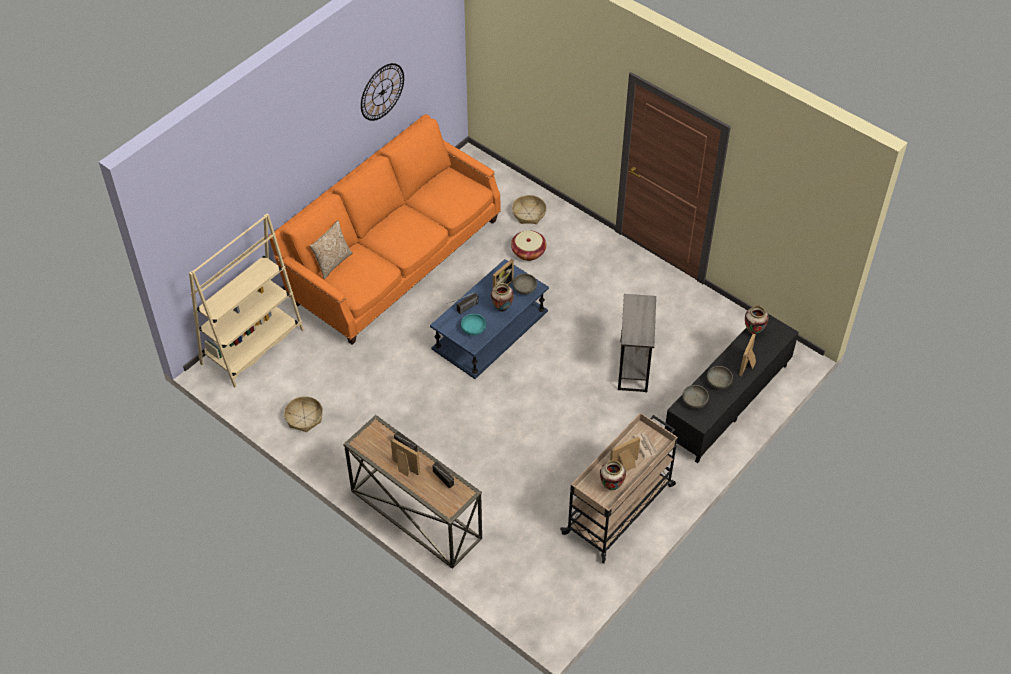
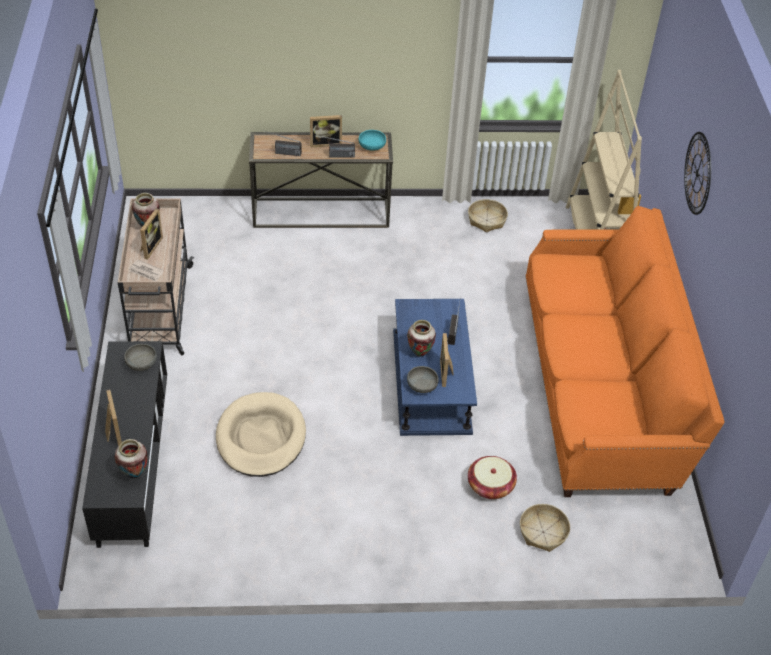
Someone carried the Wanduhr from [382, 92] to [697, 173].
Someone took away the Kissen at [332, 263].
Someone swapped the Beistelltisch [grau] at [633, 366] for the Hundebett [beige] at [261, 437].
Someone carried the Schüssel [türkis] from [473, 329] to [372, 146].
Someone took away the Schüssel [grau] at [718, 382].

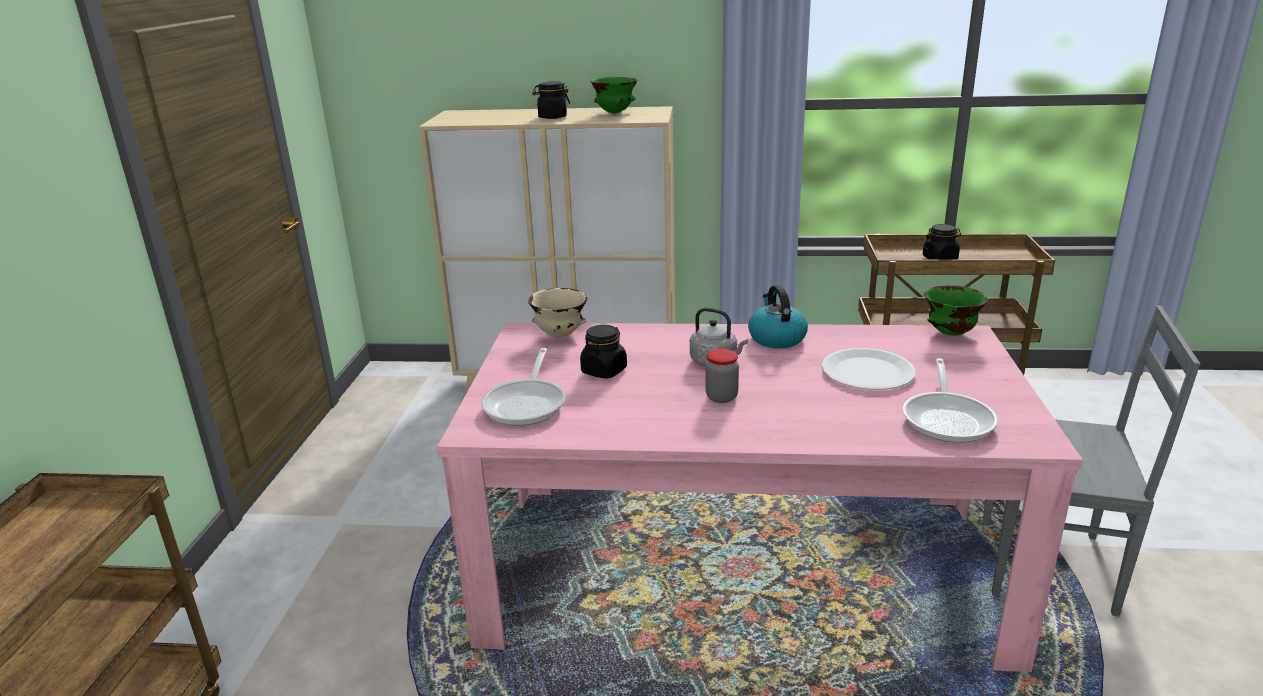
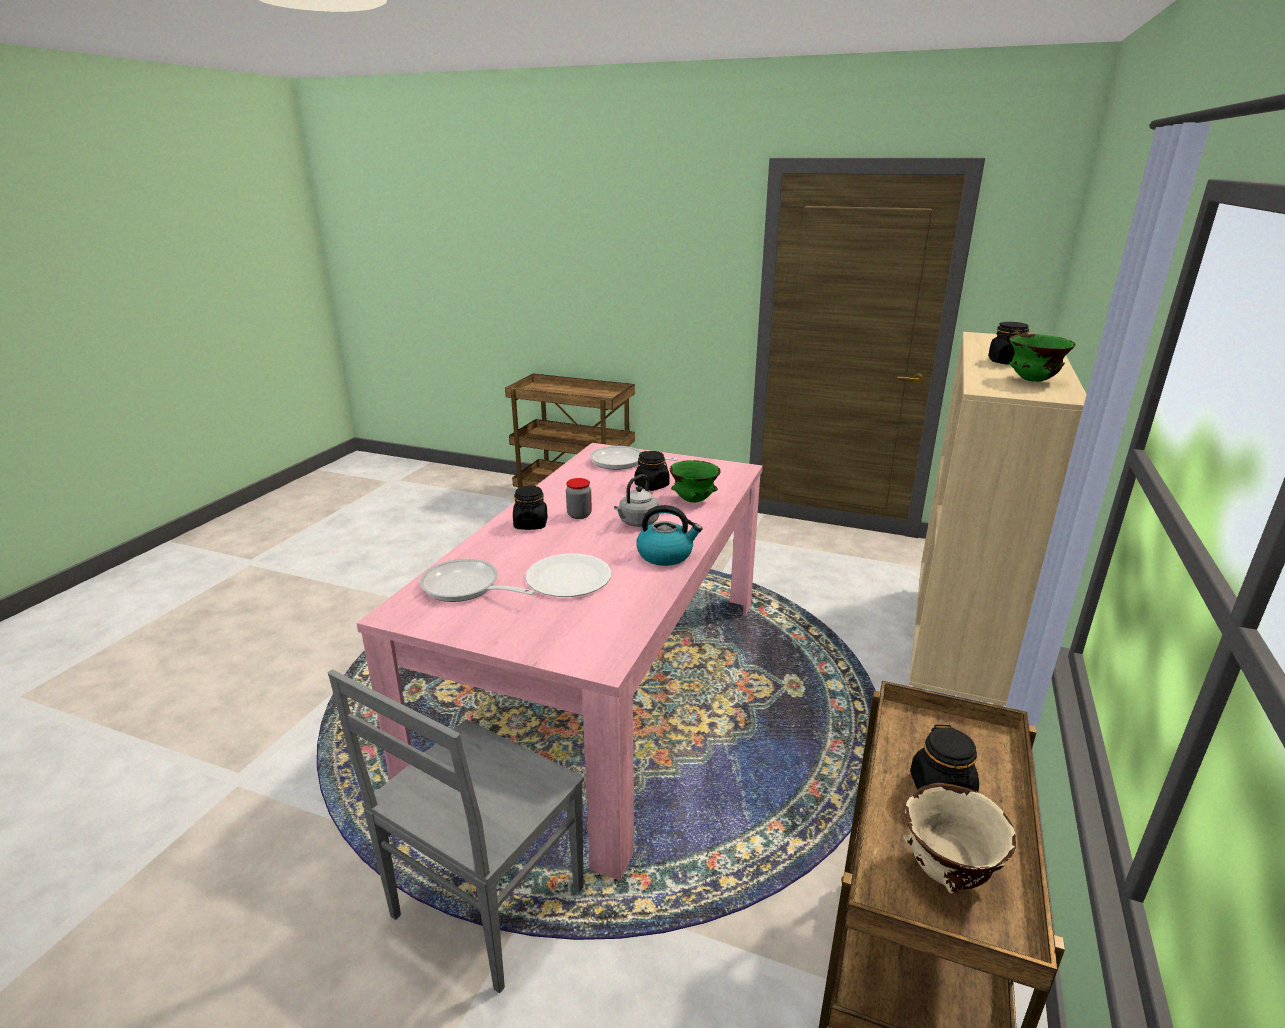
Someone carried the Schüssel [grün] from [950, 333] to [694, 500].
Someone carried the Schüssel [beige] from [561, 335] to [947, 874].
Someone put down the Vorratsglas [schwarz] at [530, 524].

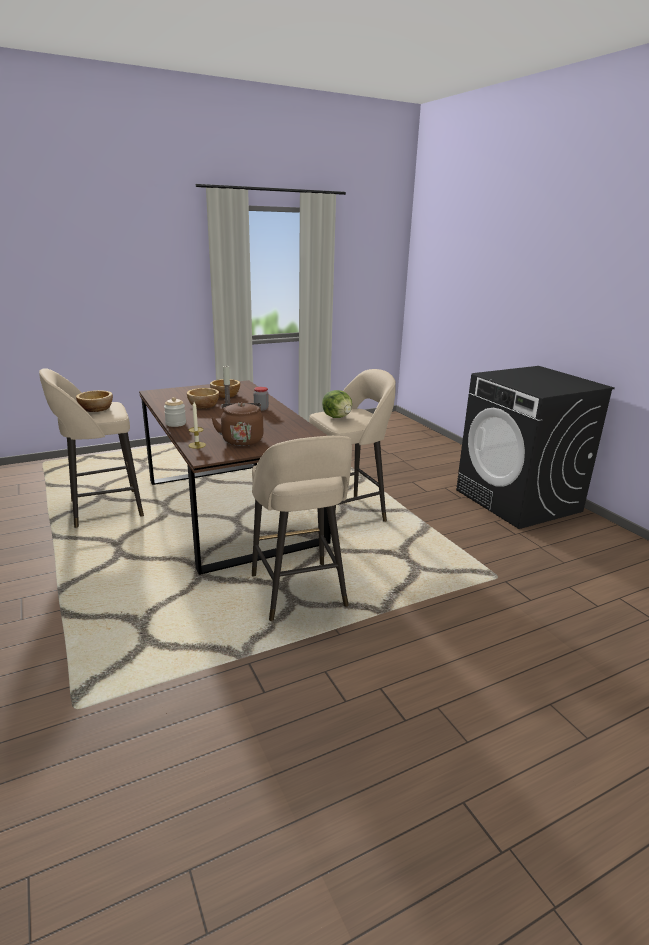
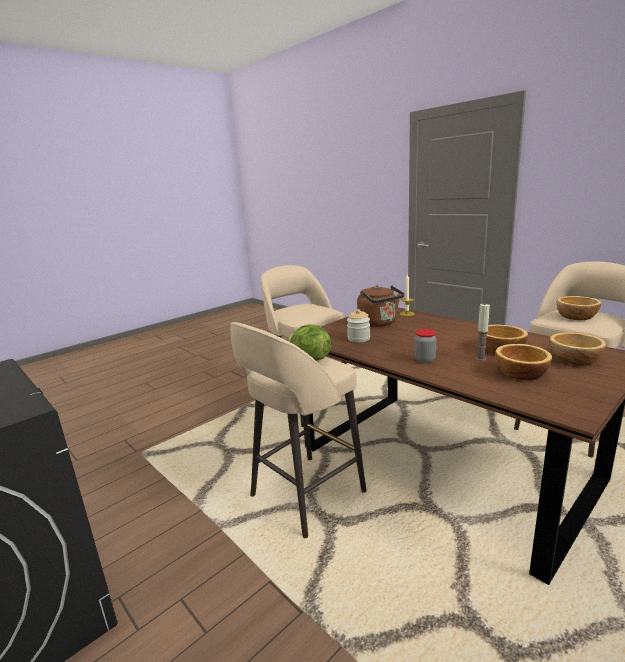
Someone carried the Vorratsglas from [176, 423] to [358, 338].
Someone put down the Schüssel at [575, 360].

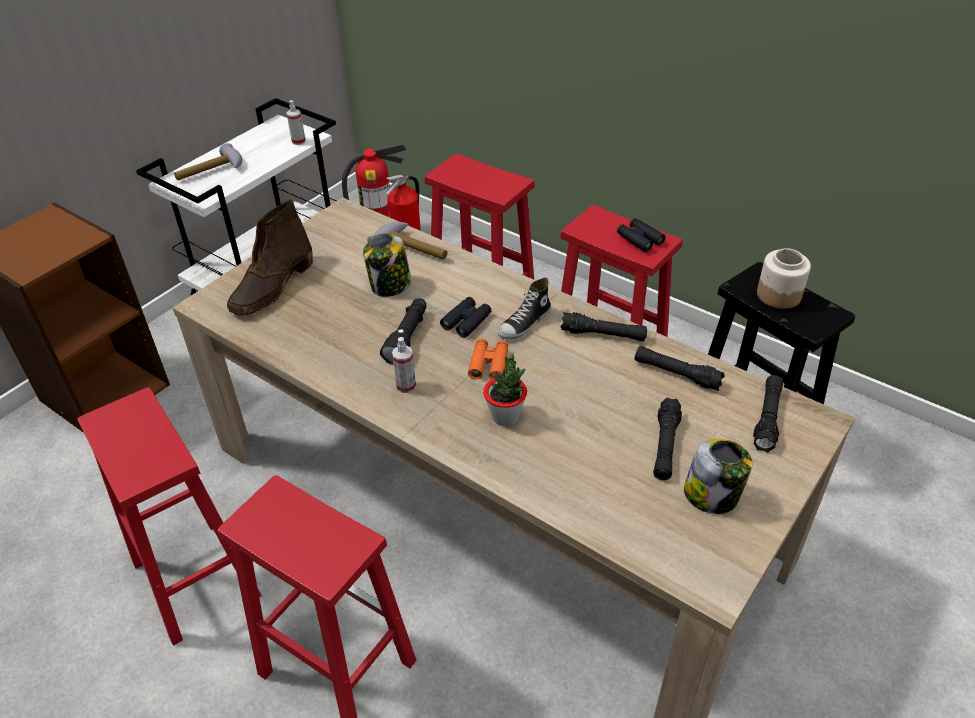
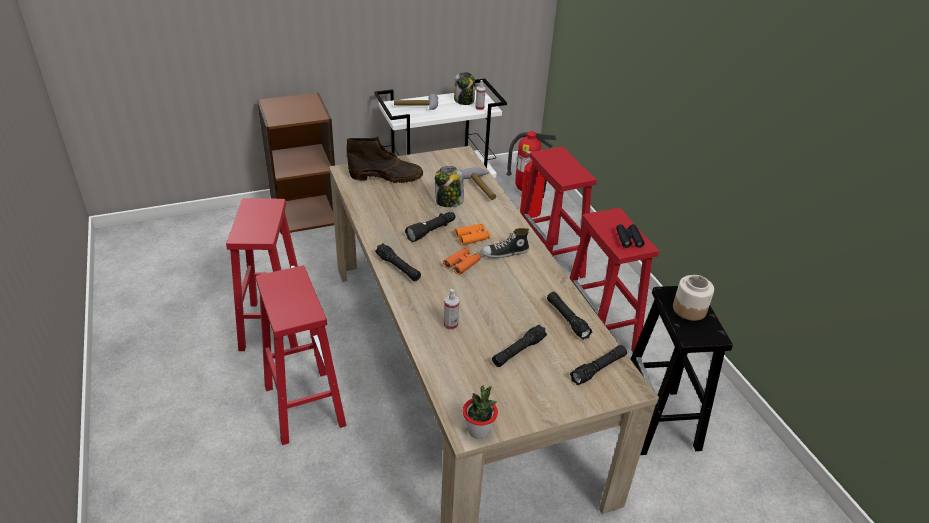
Someone rotated the Stiefel [braun] at [272, 287] by 150 degrees counterclockwise.
Someone repainted the Fernglas [schwarz] at [466, 321], which became the Fernglas [orange] at [472, 237].
Someone carried the Taschenlampe [schwarz] from [603, 334] to [398, 267].
Someone carried the Sprühflasche from [406, 386] to [450, 325].
Someone carried the Topfpflanze from [505, 417] to [478, 430].
Someone carried the Vorratsglas from [712, 495] to [464, 100].

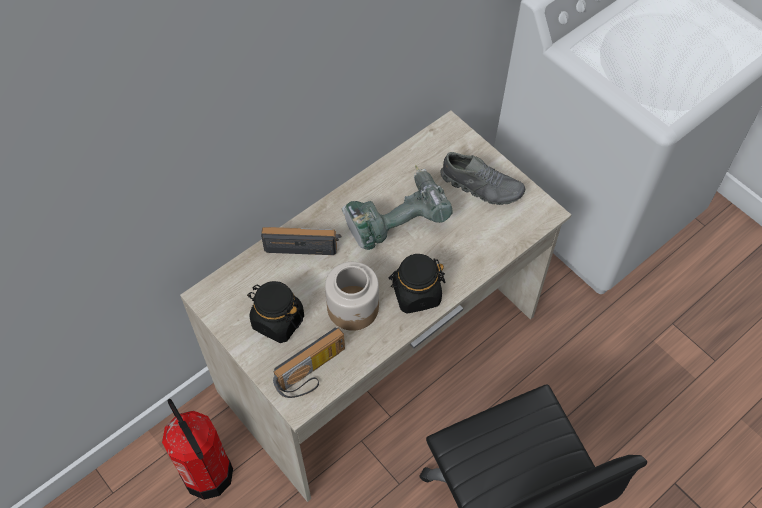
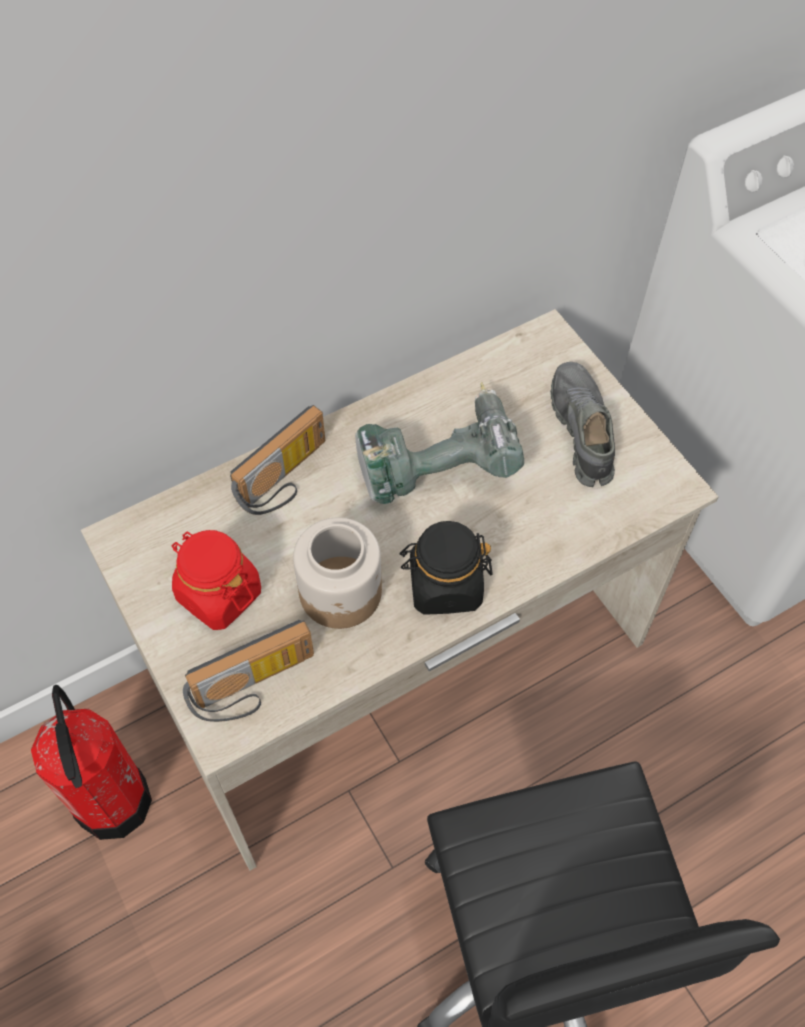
Someone rotated the Schuh [grau] at [481, 186] by 135 degrees counterclockwise.
Someone rotated the Radio at [304, 243] by 120 degrees clockwise.
Someone repainted the Vorratsglas [schwarz] at [277, 321], which became the Vorratsglas [rot] at [218, 594].

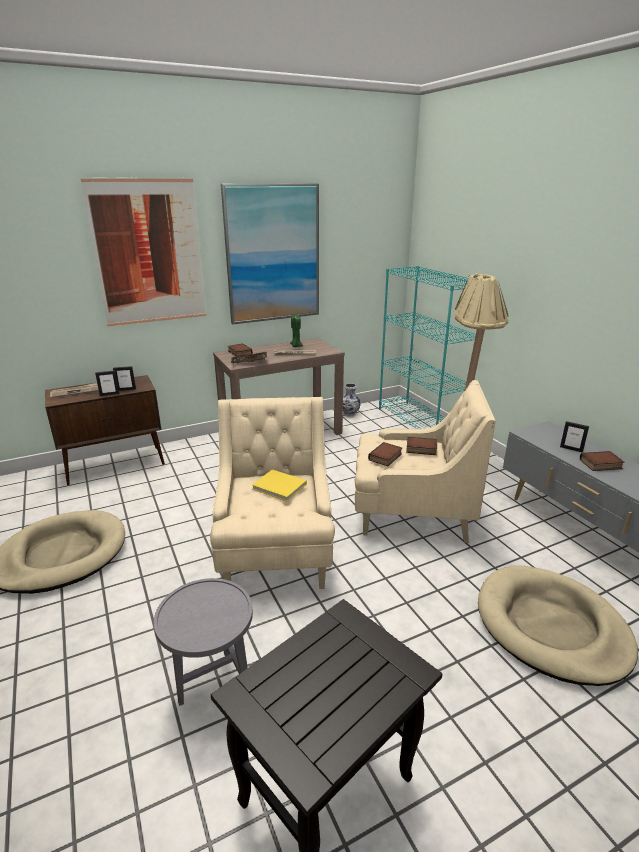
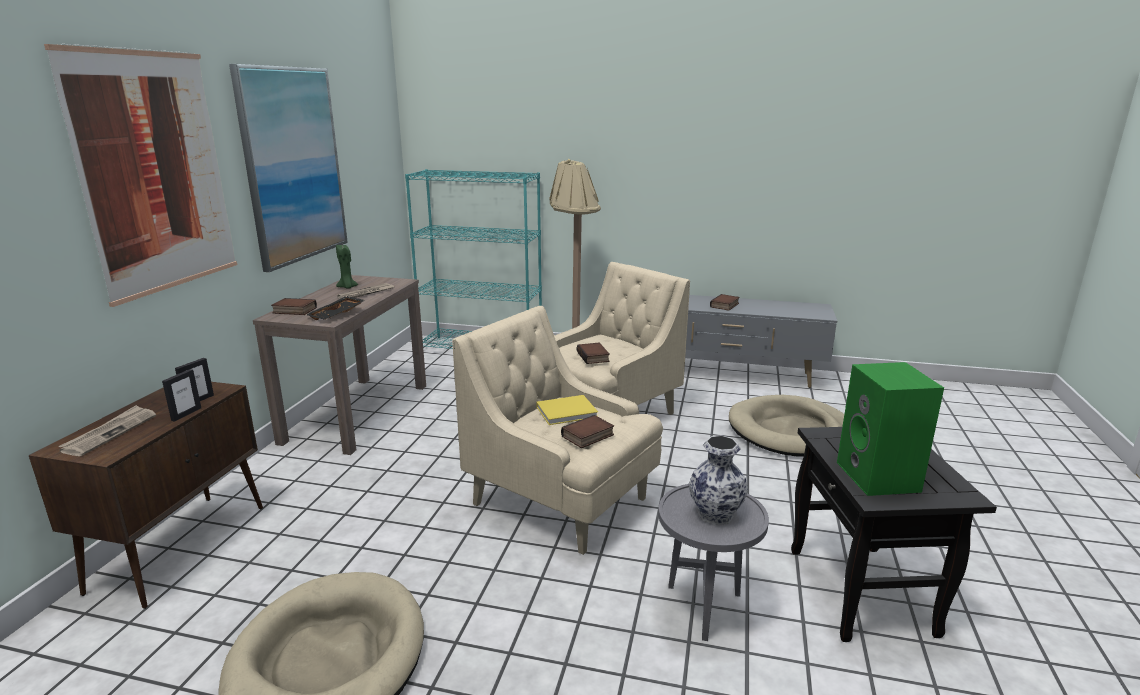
Someone carried the Vase from [349, 413] to [714, 514].
Someone took away the Bilderrahmen at [571, 449].
Someone carried the Buch from [420, 449] to [588, 436].
Someone put down the Lautsprecher [grün] at [880, 478].

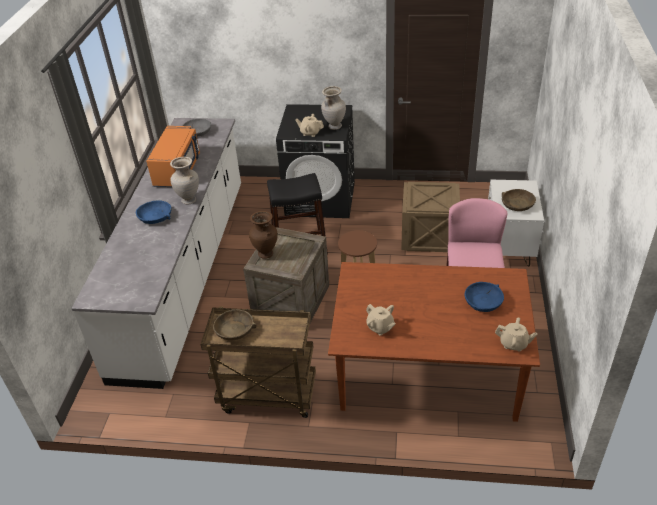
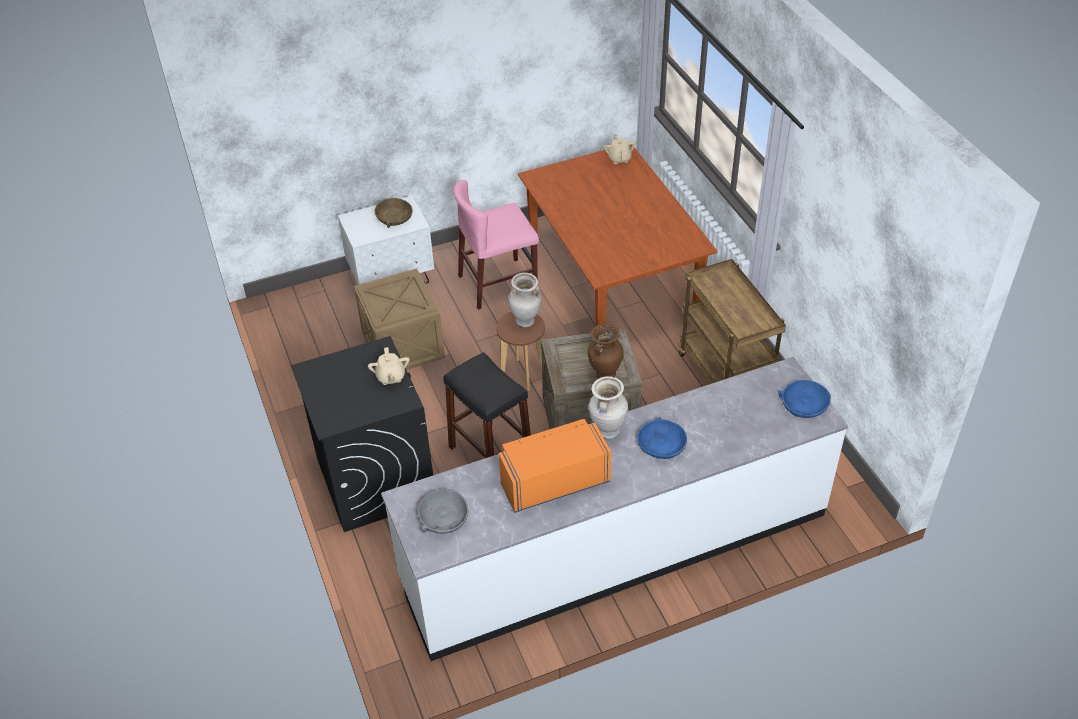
Someone carried the Vase [beige] from [334, 126] to [525, 322].
Someone carried the Schüssel [blau] from [483, 301] to [804, 405].
Someone took away the Teekanne [beige] at [380, 327].
Someone took away the Schüssel [braun] at [235, 330].

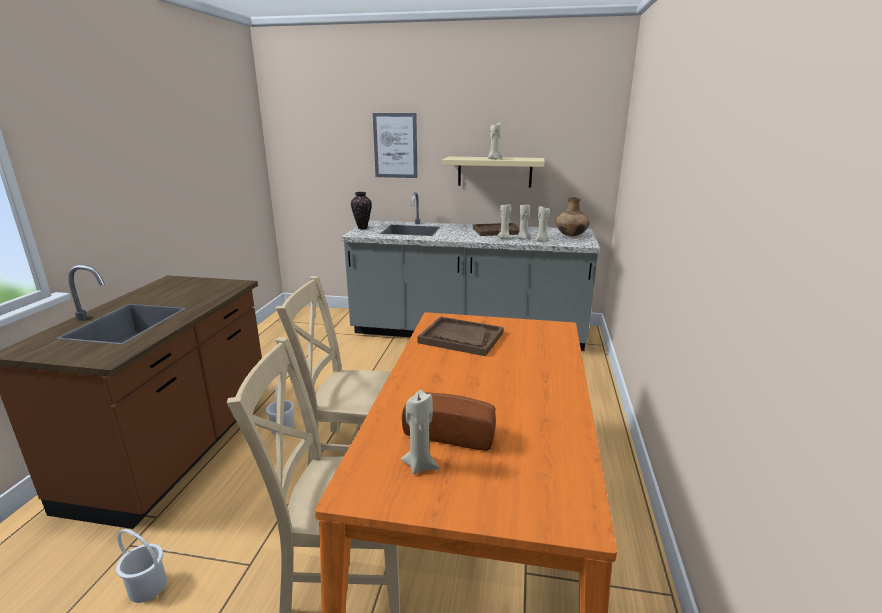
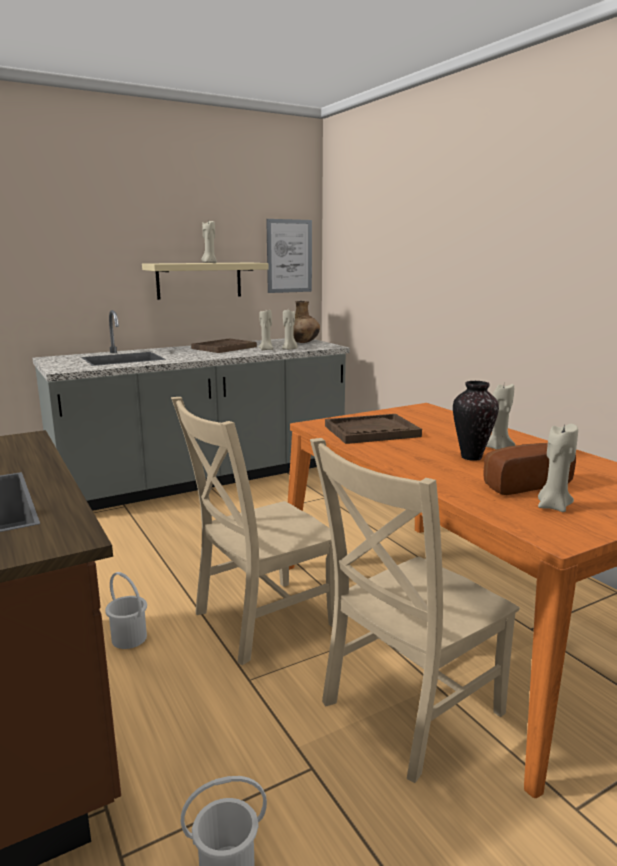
Someone carried the Bild from [395, 145] to [289, 256].
Someone carried the Vase from [363, 228] to [471, 457].
Someone carried the Kerze [beige] from [504, 238] to [497, 448].

